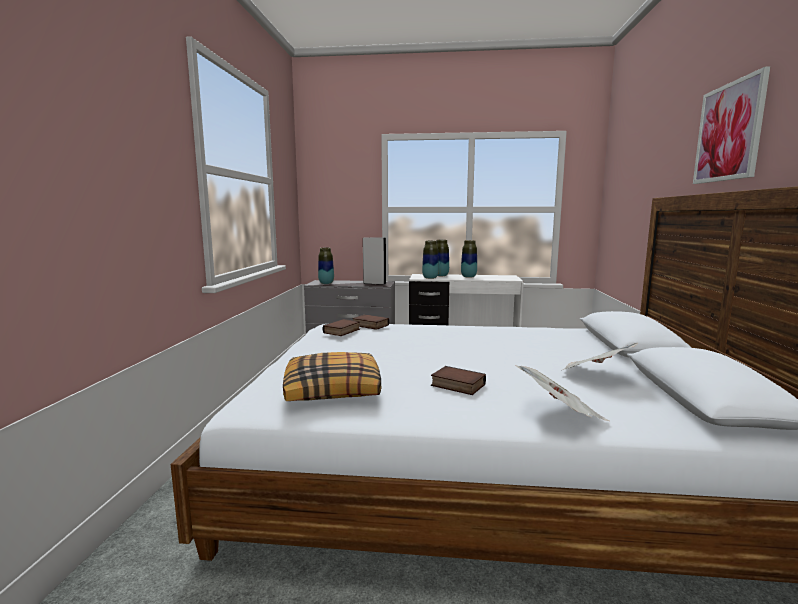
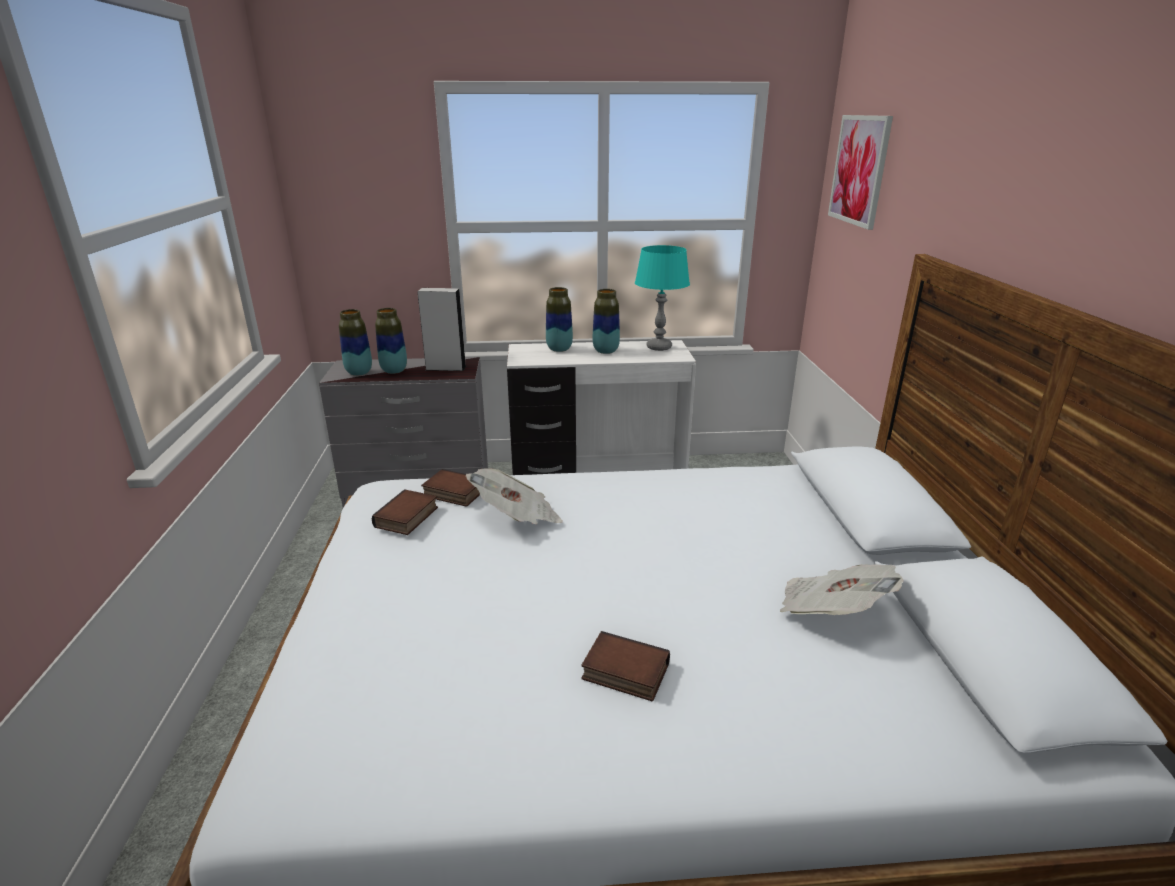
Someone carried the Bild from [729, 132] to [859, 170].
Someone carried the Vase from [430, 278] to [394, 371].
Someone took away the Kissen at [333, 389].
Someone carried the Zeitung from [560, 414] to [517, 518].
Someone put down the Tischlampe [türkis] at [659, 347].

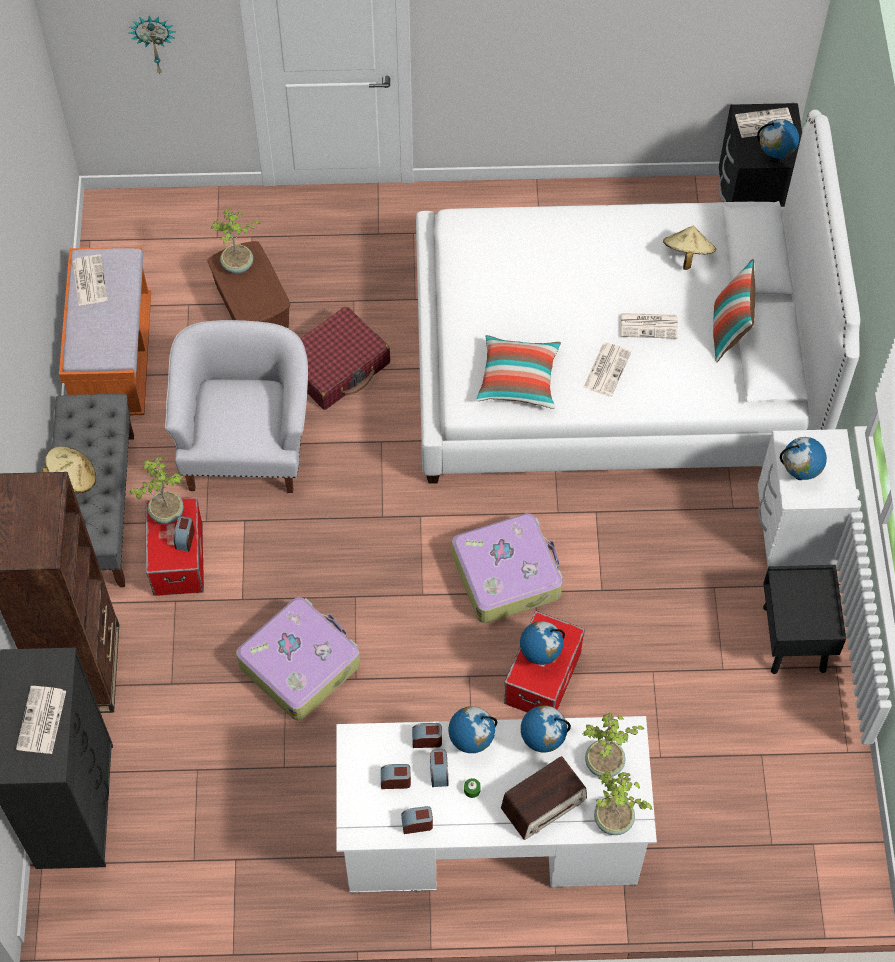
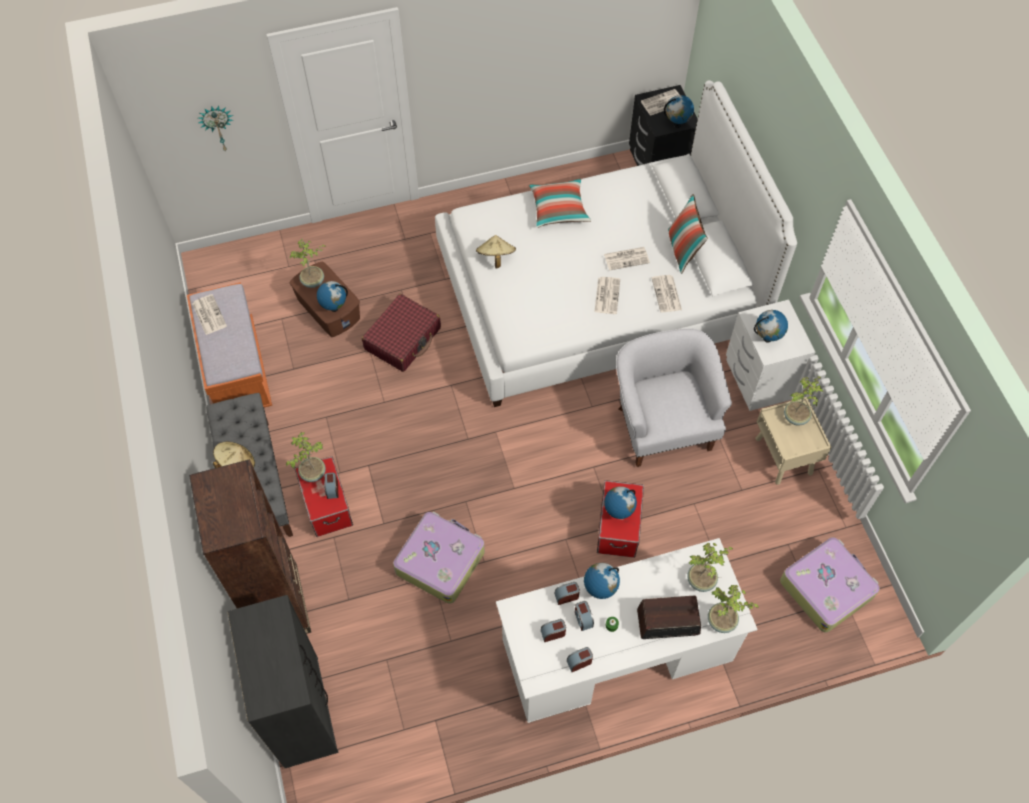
Someone carried the Hut [beige] from [687, 255] to [495, 257].
Someone carried the Sessel [weiß] from [246, 446] to [663, 424].
Someone carried the Kissen from [518, 379] to [558, 209].
Someone carried the Koffer from [507, 574] to [826, 588].
Someone repainted the Nachttisch [schwarz] at [794, 640], which became the Nachttisch [beige] at [784, 457].
Someone carried the Zeitung from [42, 721] to [667, 294].
Someone carried the Globus from [542, 741] to [334, 307].
Someone rotated the Radio at [544, 804] by 135 degrees counterclockwise.
Someone put down the Topfpflanze at [796, 417].

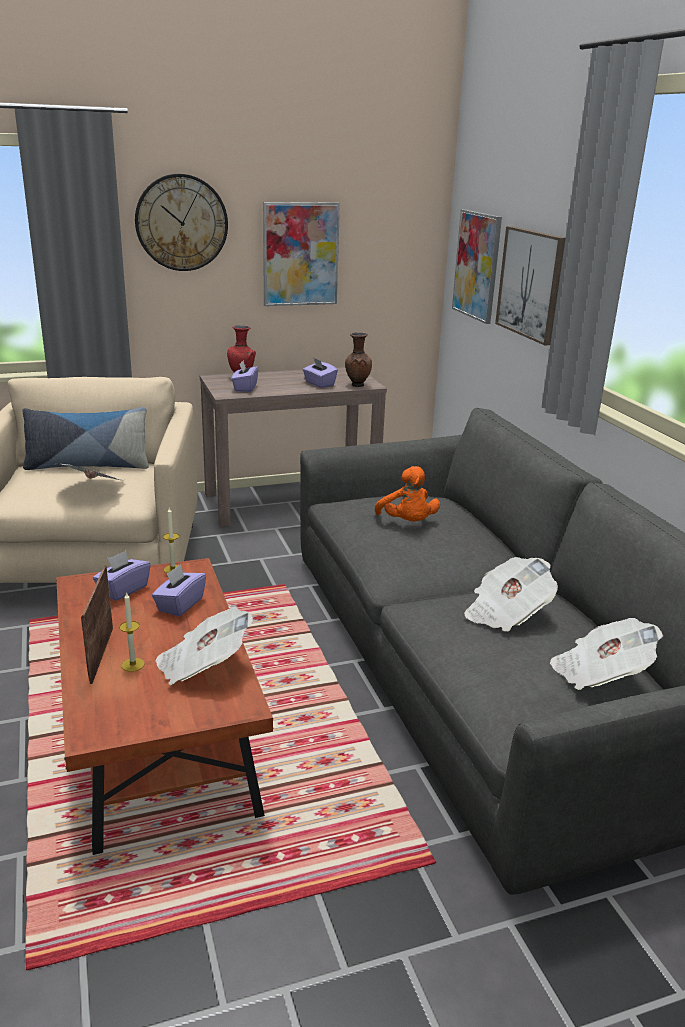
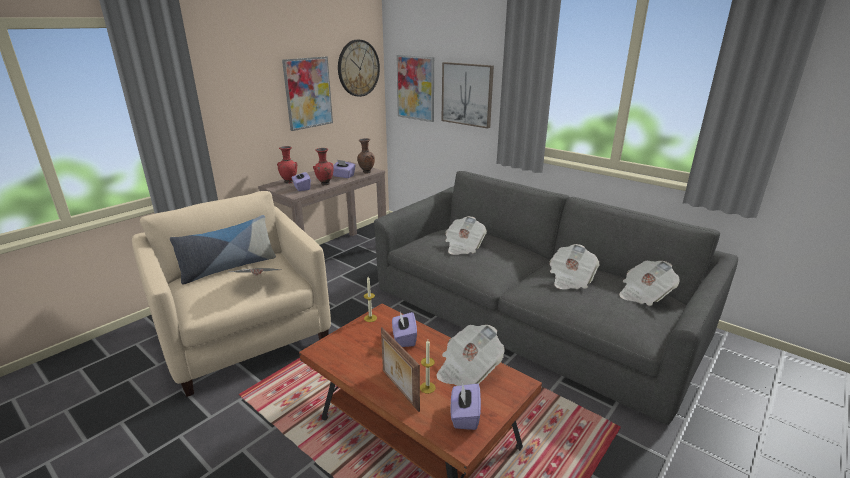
Someone carried the Wanduhr from [181, 223] to [358, 68].
Someone swapped the Plüschtier [orange] at [407, 523] for the Zeitung at [463, 246].
Someone carried the Taschentuchbox [lila] from [123, 590] to [464, 416].
Someone put down the Vase [rot] at [325, 184].

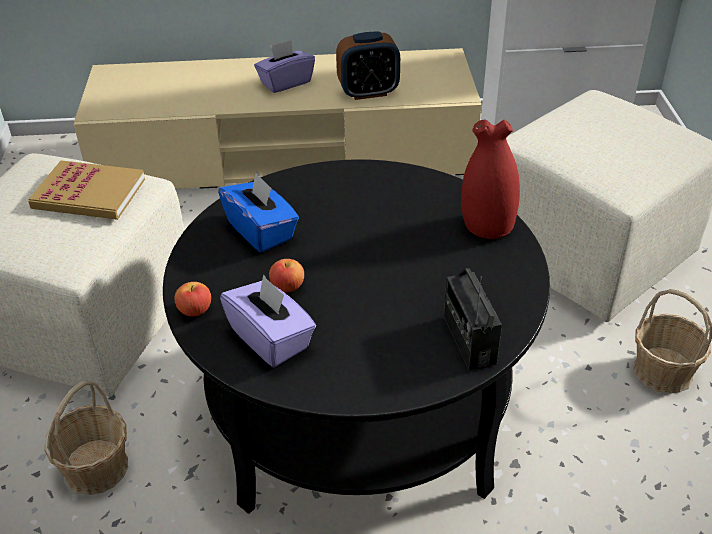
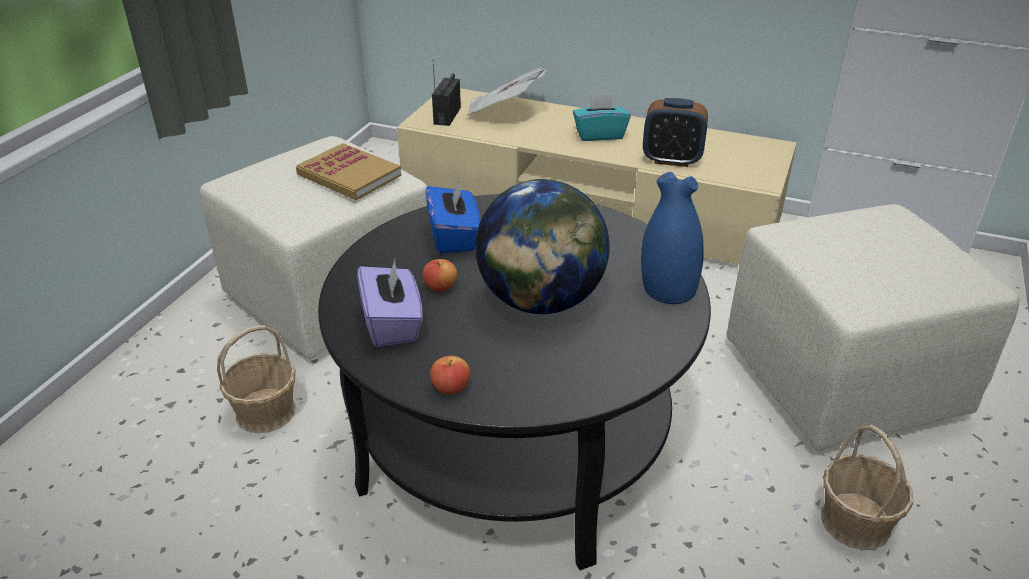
Someone repainted the Taschentuchbox [lila] at [285, 82], which became the Taschentuchbox [türkis] at [599, 135].
Someone repainted the Vase [rot] at [487, 225], which became the Vase [blau] at [667, 290].
Someone carried the Radio from [468, 340] to [447, 116].
Someone carried the Apfel from [195, 310] to [451, 388].
Someone put down the Zeitung at [503, 112].
Someone put down the Globus at [540, 302].

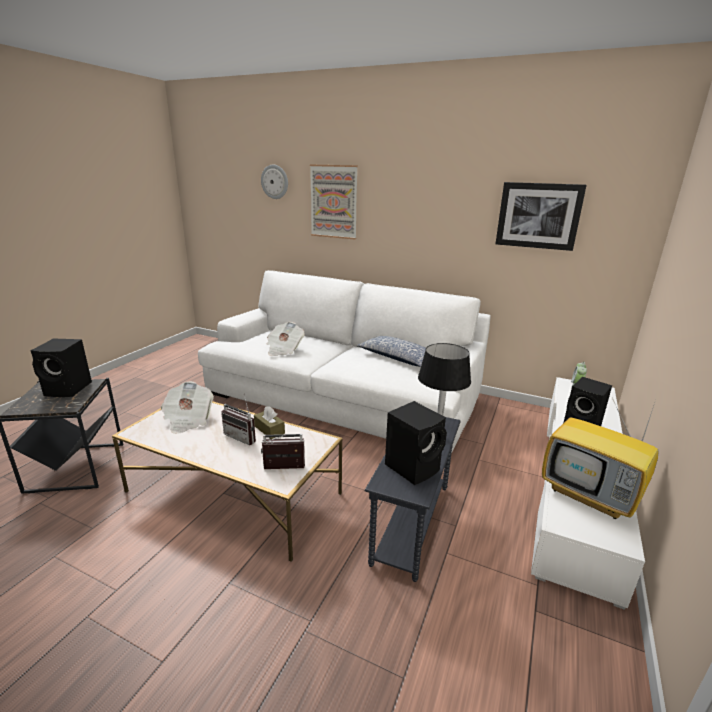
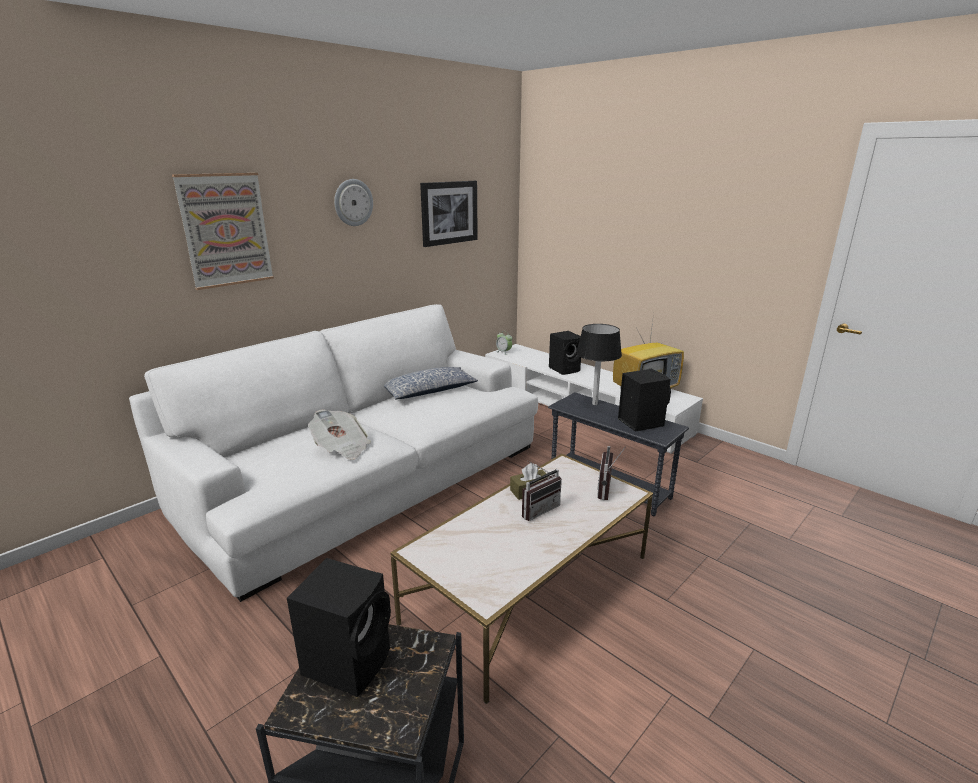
Someone carried the Wanduhr from [275, 182] to [353, 202].
Someone took away the Zeitung at [188, 419].

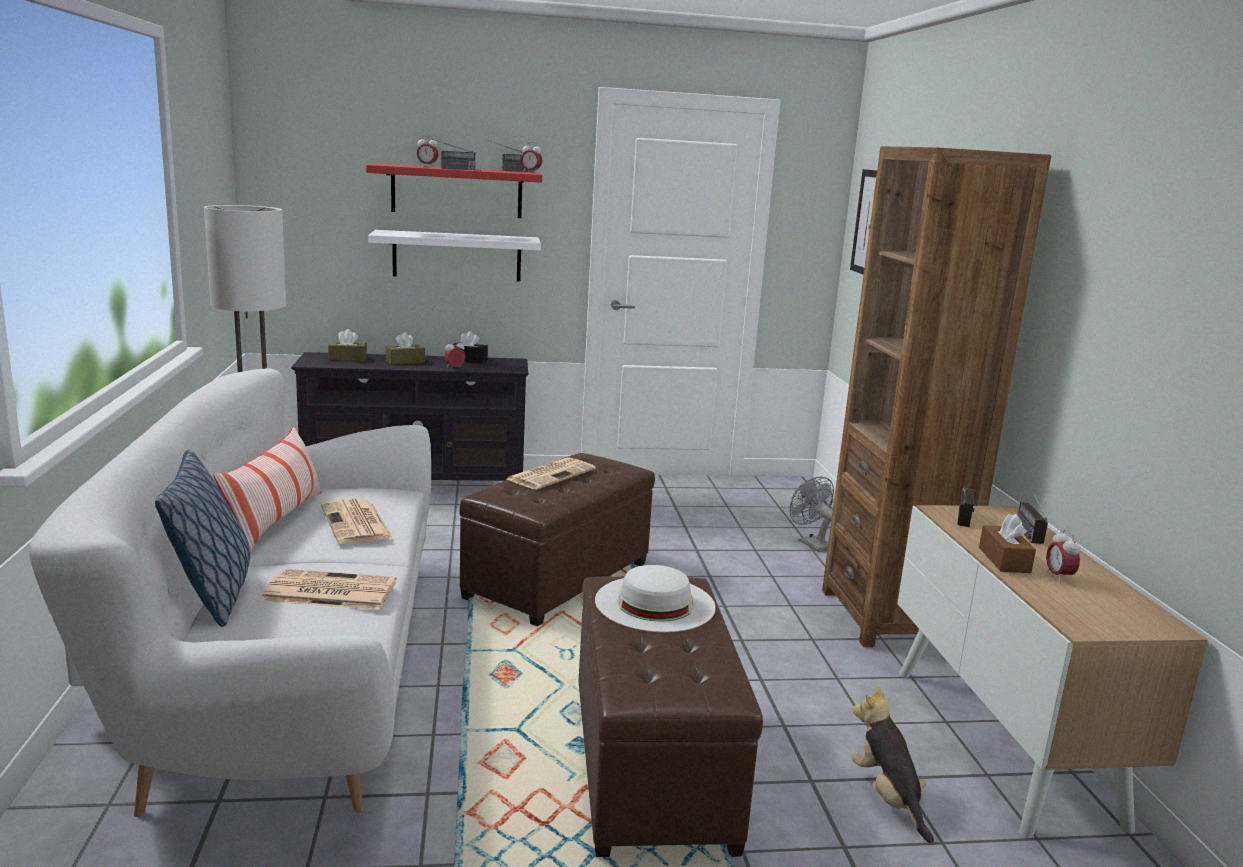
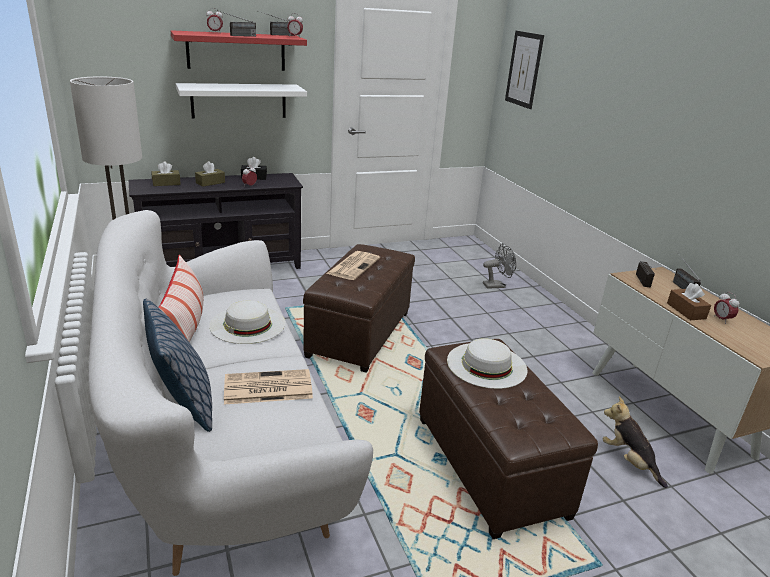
Someone took away the Bücherregal [braun] at [889, 617].
Someone rotated the Ventilator [grau] at [810, 543] by 120 degrees clockwise.
Someone swapped the Zeitung at [357, 523] for the Hut [weiß] at [247, 324].

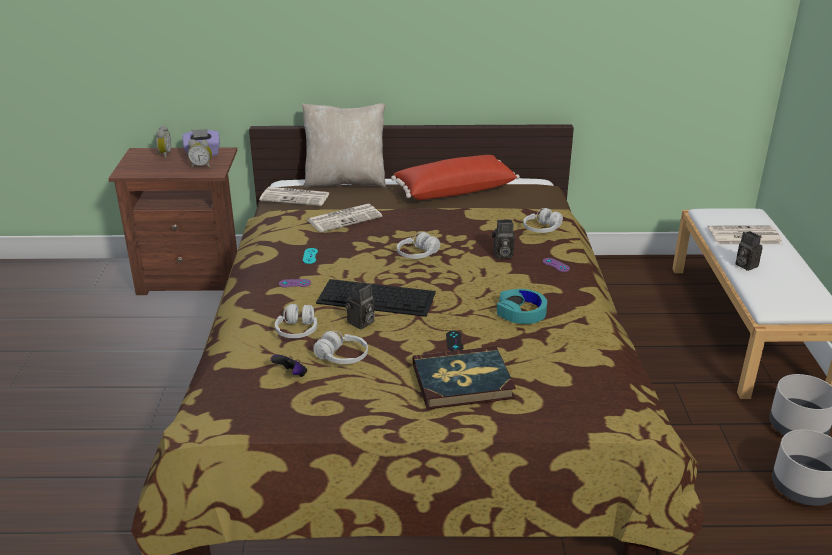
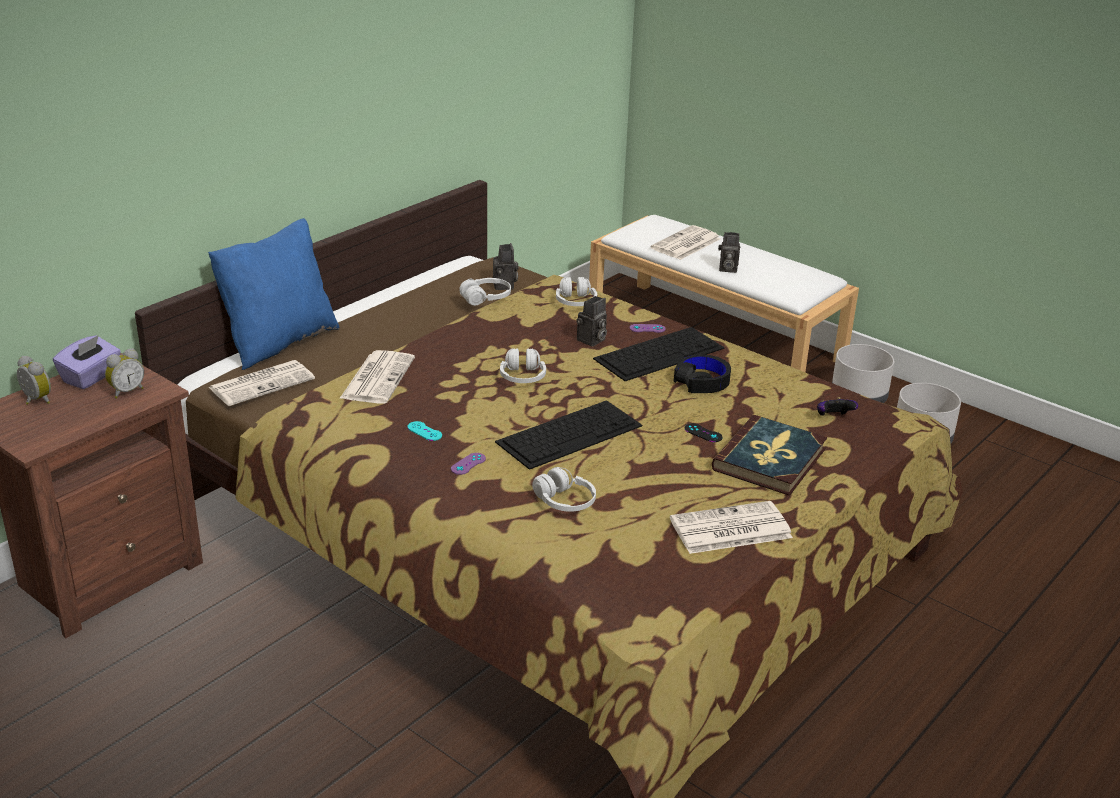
Someone repainted the Kissen [beige] at [345, 181], which became the Kissen [blau] at [278, 342].
Someone took away the Kissen [rot] at [454, 190].
Someone carried the Kamera from [361, 323] to [505, 286].
Someone repainted the Kopfhörer [türkis] at [521, 312], which became the Kopfhörer [schwarz] at [702, 381].
Someone carried the Kopfhörer [weiß] from [342, 357] to [486, 298].
Someone carried the Gamepad from [291, 375] to [833, 417].
Someone put down the Tastatur at [660, 353].
Someone put down the Zeitung at [729, 529].

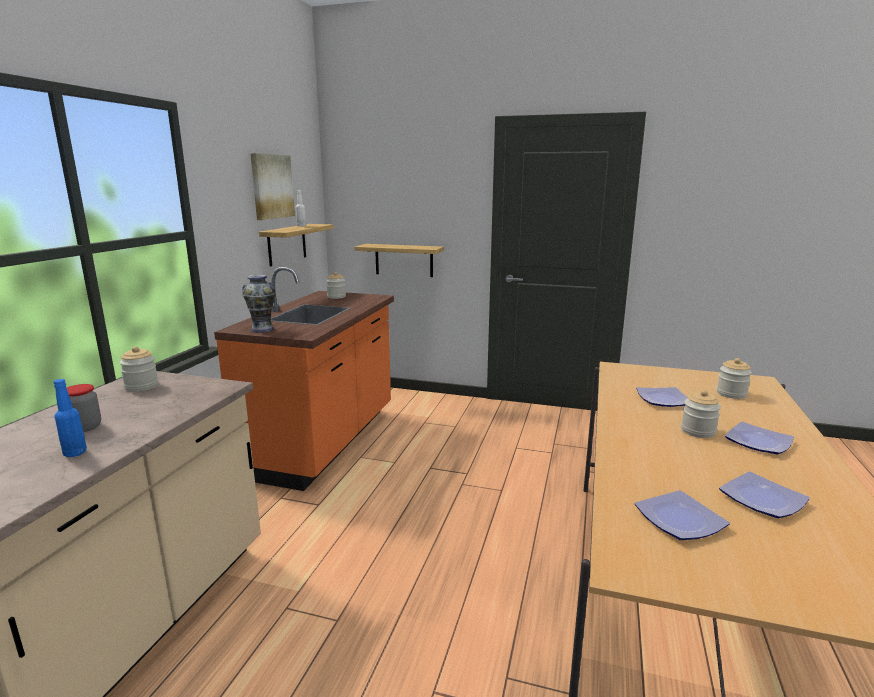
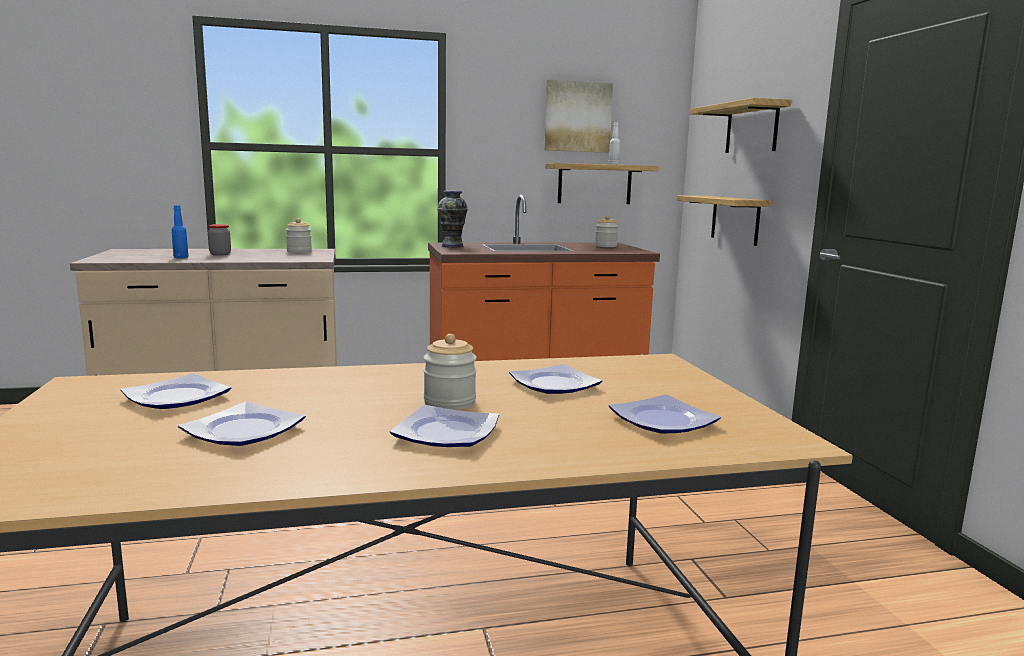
Someone swapped the Vorratsglas at [731, 394] for the Teller at [660, 421].
Someone put up the Wandregal at [751, 128].

